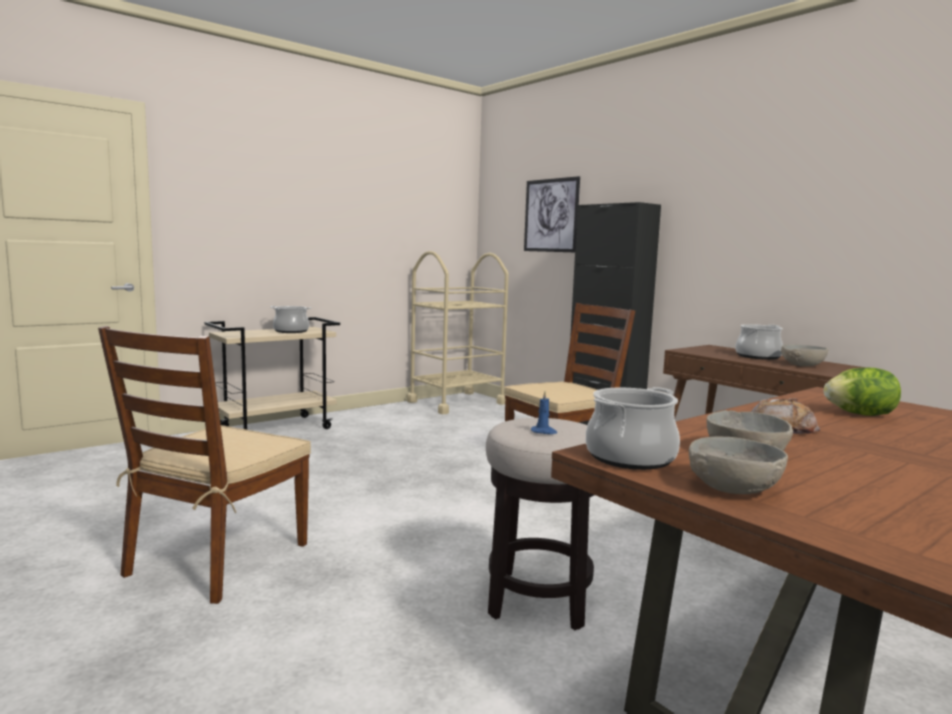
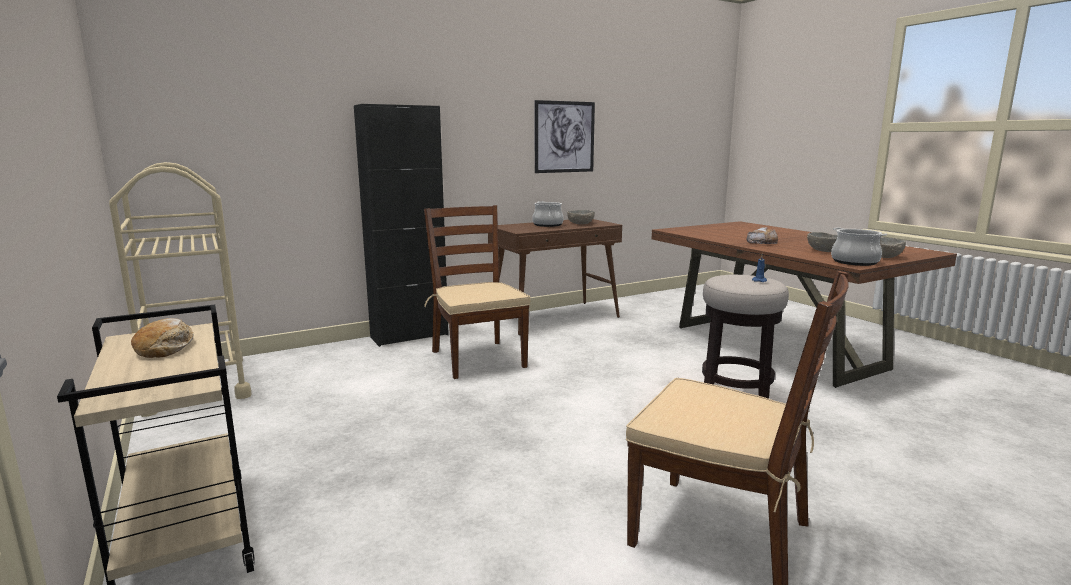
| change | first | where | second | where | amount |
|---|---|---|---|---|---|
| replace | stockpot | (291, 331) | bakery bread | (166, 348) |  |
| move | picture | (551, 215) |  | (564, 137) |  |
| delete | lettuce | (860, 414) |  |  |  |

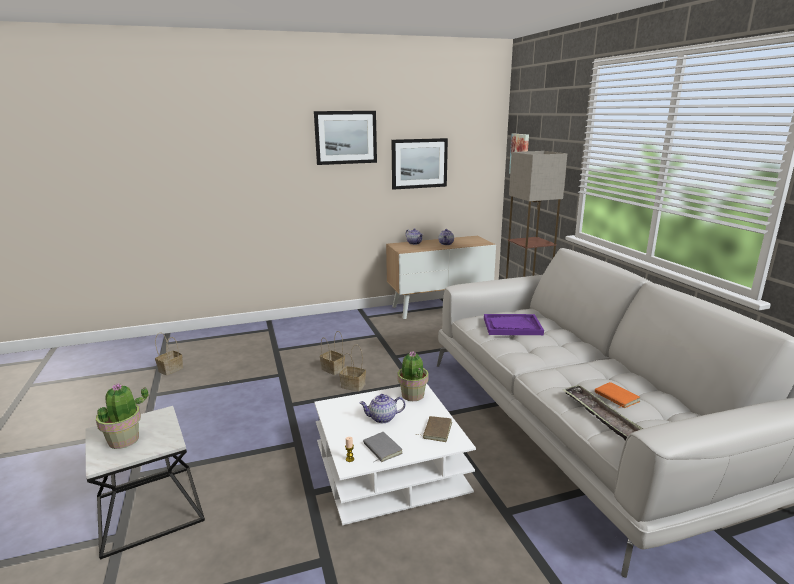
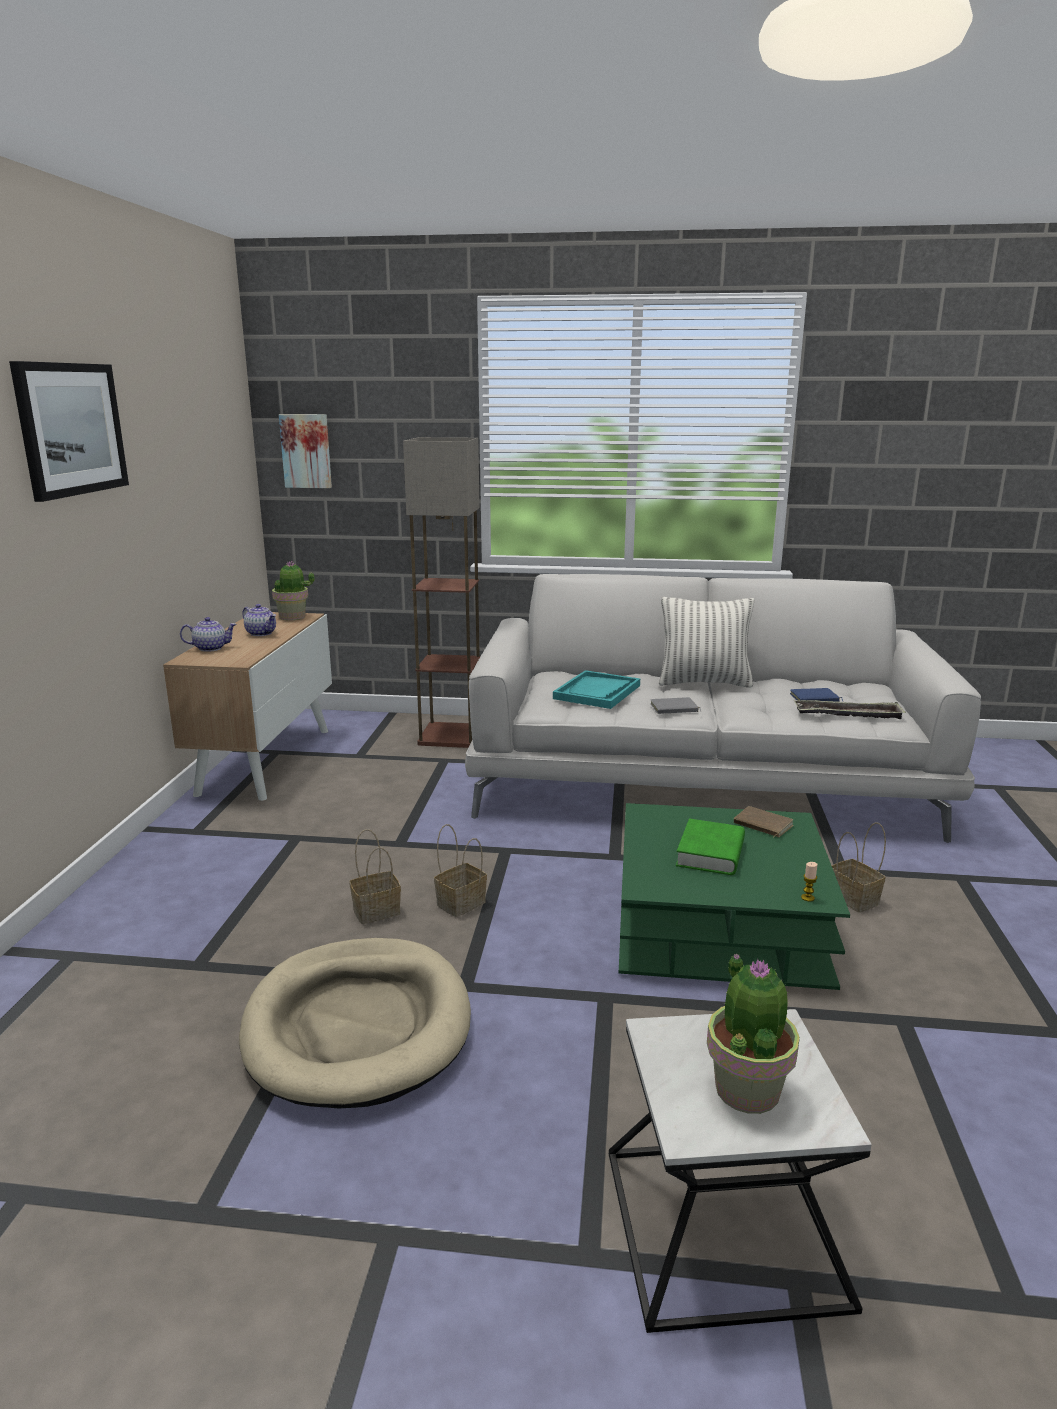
| change | first | where | second | where | amount |
|---|---|---|---|---|---|
| move | basket | (170, 370) |  | (855, 899) |  |
| recolor | lounge table/white-coloured | (389, 466) | lounge table/green-coloured | (719, 923) |  |
| replace | pot for tea | (382, 418) | book/green-coloured | (710, 853) |  |
| move | book/greyish | (381, 449) |  | (674, 709) |  |
| delete | picture | (419, 163) |  |  |  |
| move | houseplant | (412, 395) |  | (292, 617) |  |
| recolor | tray/purple | (512, 326) | tray/blue-green | (597, 692) |  |
| recolor | book/orangey | (615, 397) | book/bluish | (814, 699) |  |
| insert |  |  | pet bed/beige | (358, 1026) |  |
| insert |  |  | throw pillow | (704, 682) |  |

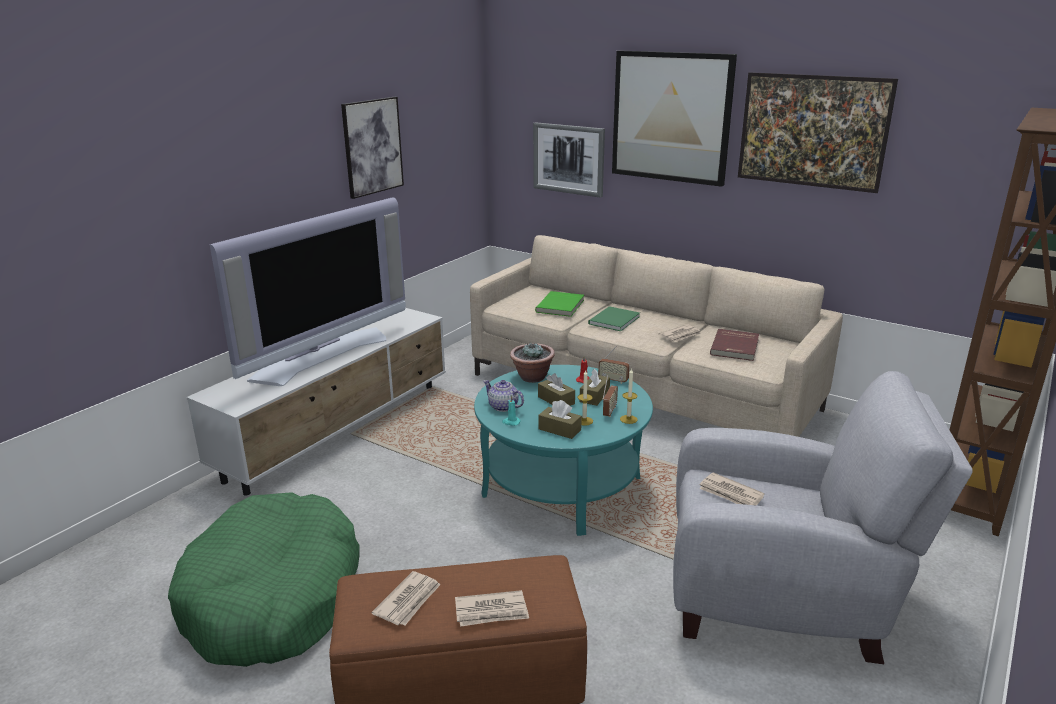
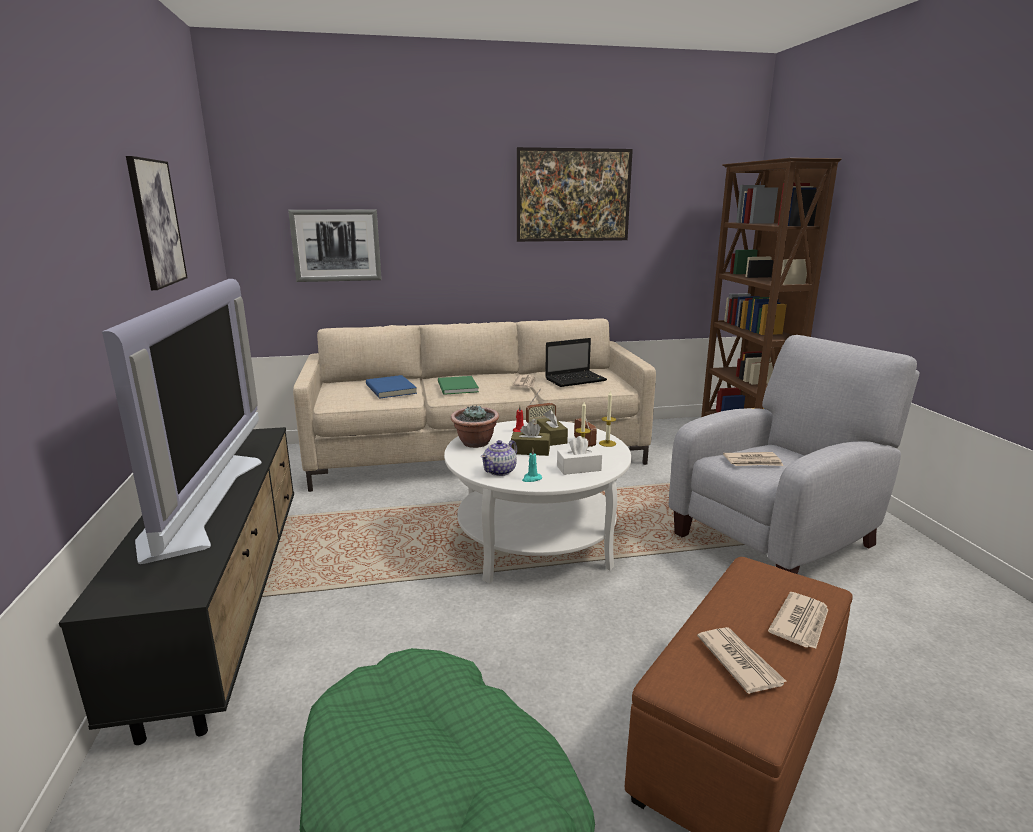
| change | first | where | second | where | amount |
|---|---|---|---|---|---|
| recolor | media console/white-coloured | (339, 430) | media console/black-coloured | (227, 600) |  |
| recolor | lounge table/blue-green | (562, 486) | lounge table/white-coloured | (536, 541) |  |
| rotate | pot for tea | (503, 407) |  | (500, 471) | 45 degrees counterclockwise |
| recolor | book/green-coloured | (561, 306) | book/bluish | (392, 389) |  |
| recolor | tissue box/brown-coloured | (559, 429) | tissue box/white-coloured | (579, 468) |  |
| delete | picture | (671, 117) |  |  |  |
| replace | book/red | (736, 347) | portable computer | (576, 380) |  |

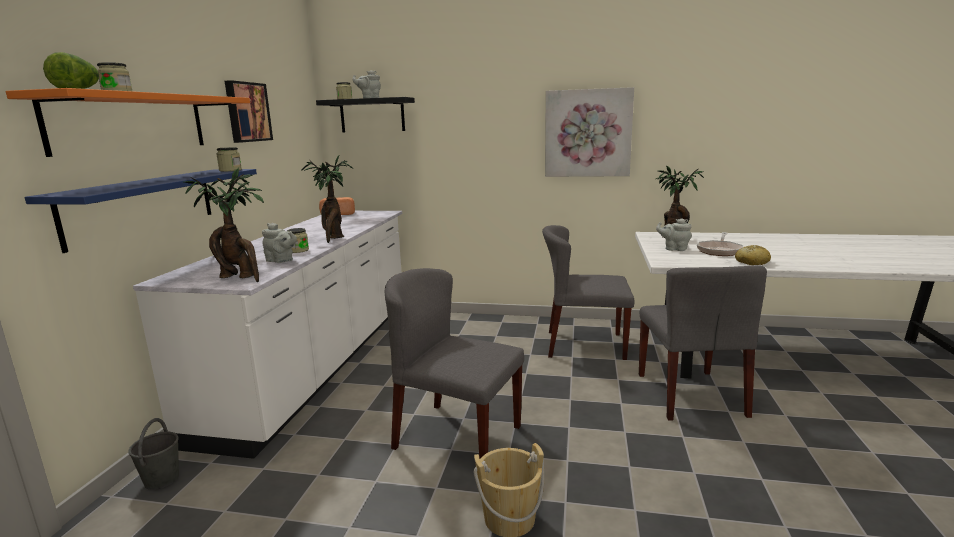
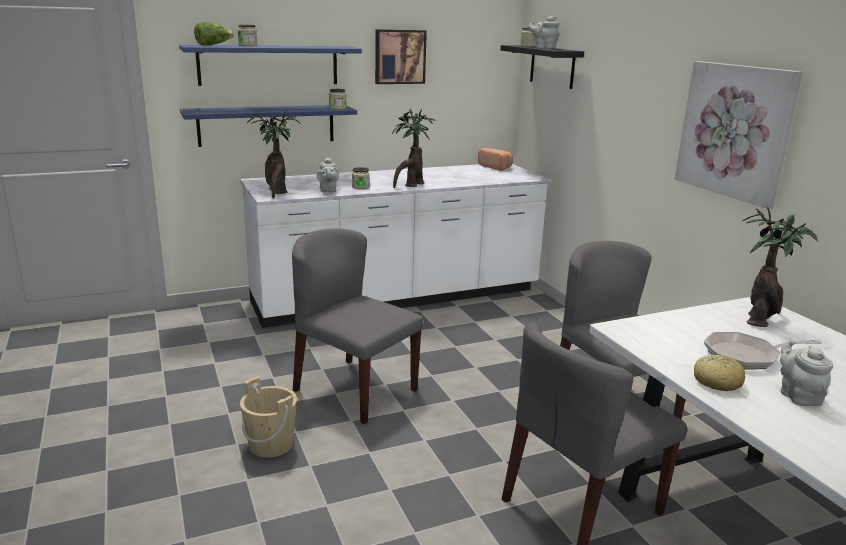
| change | first | where | second | where | amount |
|---|---|---|---|---|---|
| recolor | bracket shelf/orangey | (132, 123) | bracket shelf/bluish | (269, 65) |  |
| delete | water bucket/greyish | (162, 479) |  |  |  |
| rotate | upright chair/greyish | (456, 437) |  | (354, 390) | 45 degrees counterclockwise |
| move | pot for tea/greyish | (674, 249) |  | (798, 396) |  |

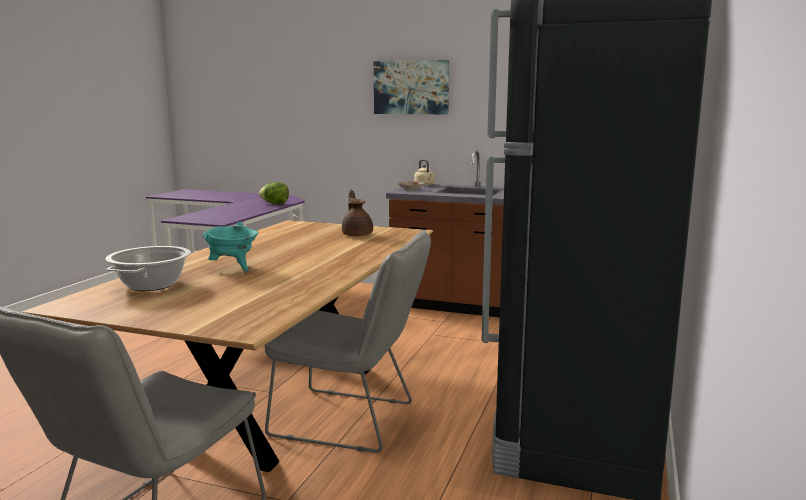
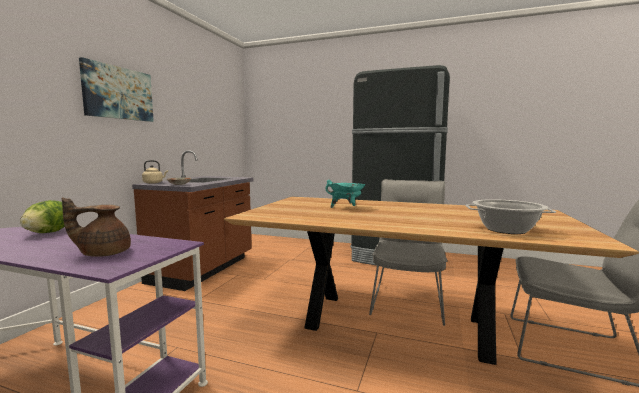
| change | first | where | second | where | amount |
|---|---|---|---|---|---|
| move | stockpot/blue-green | (233, 268) |  | (346, 208) |  |
| move | pot for tea/brown-coloured | (357, 234) |  | (103, 253) |  |

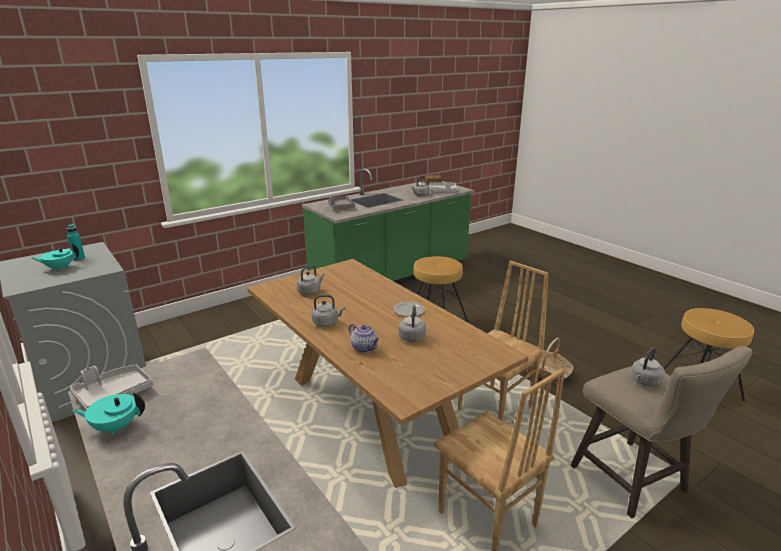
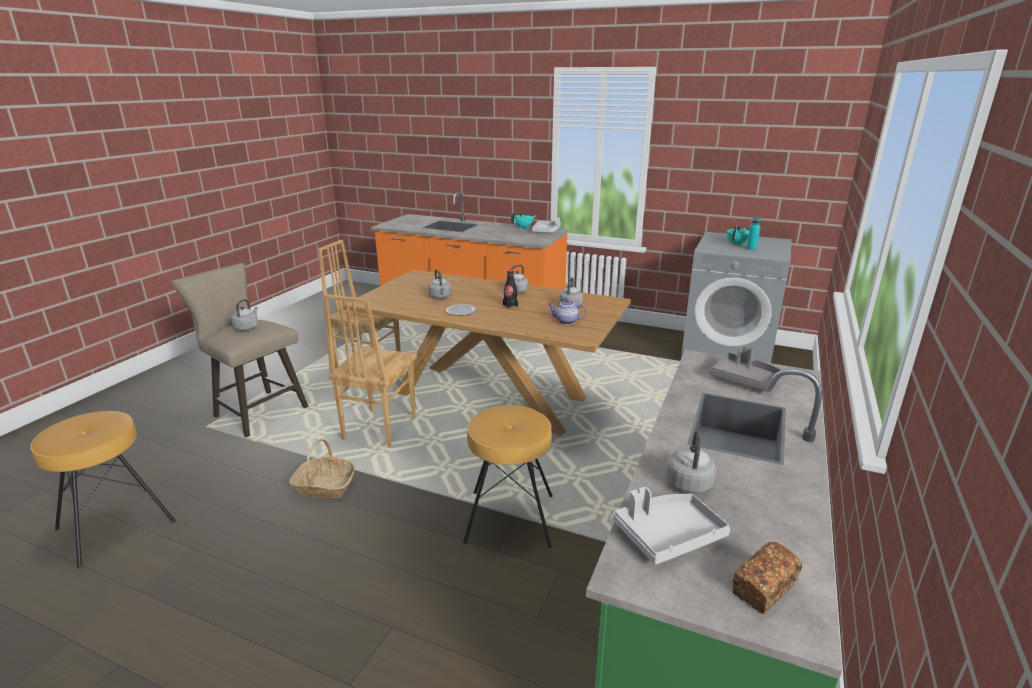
| change | first | where | second | where | amount |
|---|---|---|---|---|---|
| move | pot for tea | (364, 348) |  | (566, 321) |  |
| insert |  |  | bottle/black-coloured | (510, 305) |  |

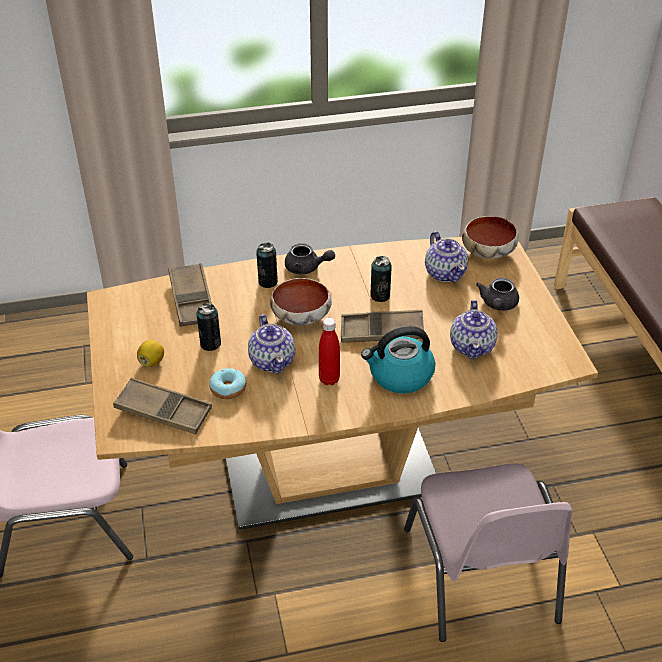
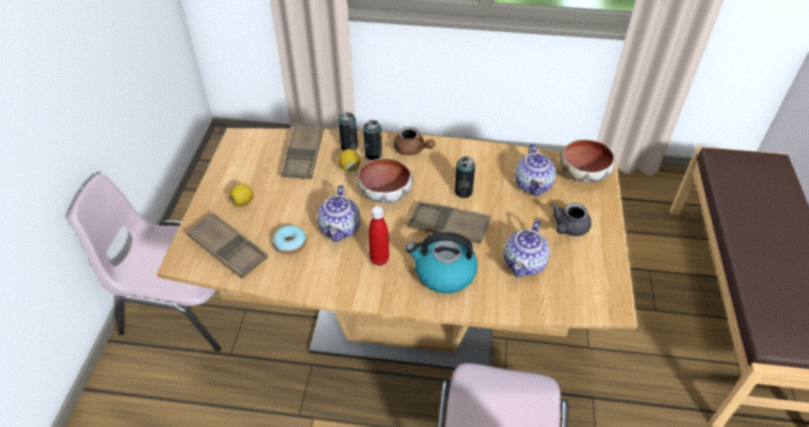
| change | first | where | second | where | amount |
|---|---|---|---|---|---|
| move | metal can | (210, 344) |  | (349, 146) |  |
| recolor | pot for tea/greyish | (306, 268) | pot for tea/brown-coloured | (412, 150) |  |
| insert |  |  | lemon | (349, 167) |  |

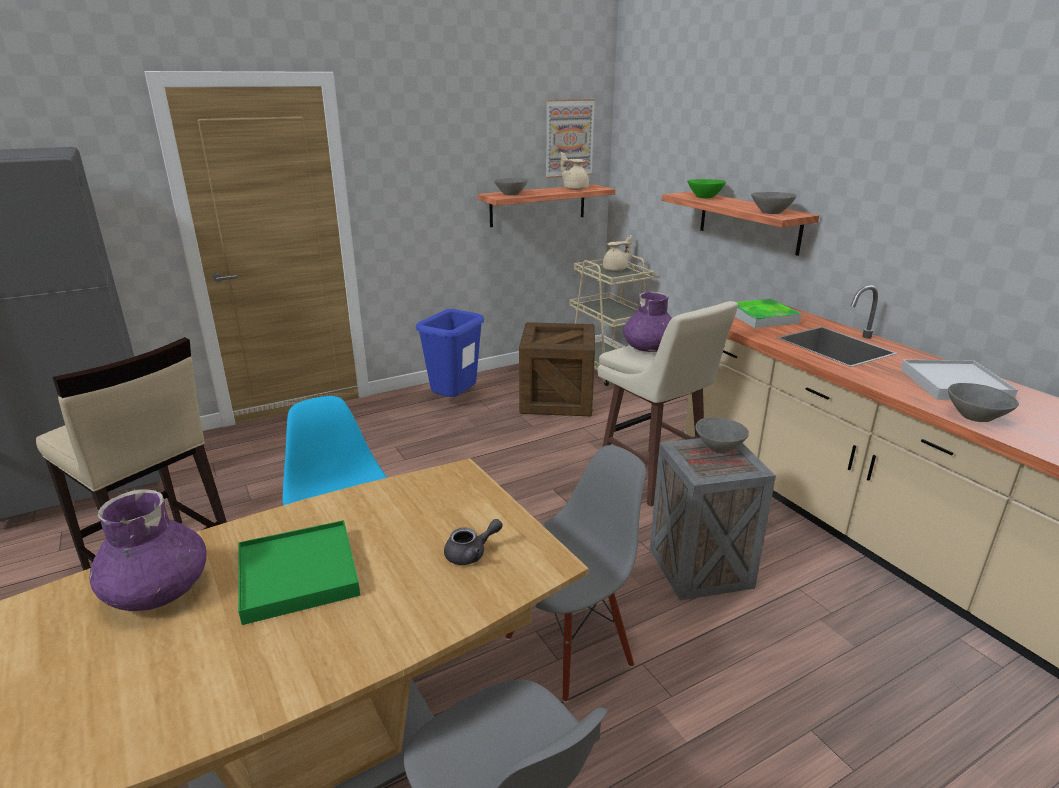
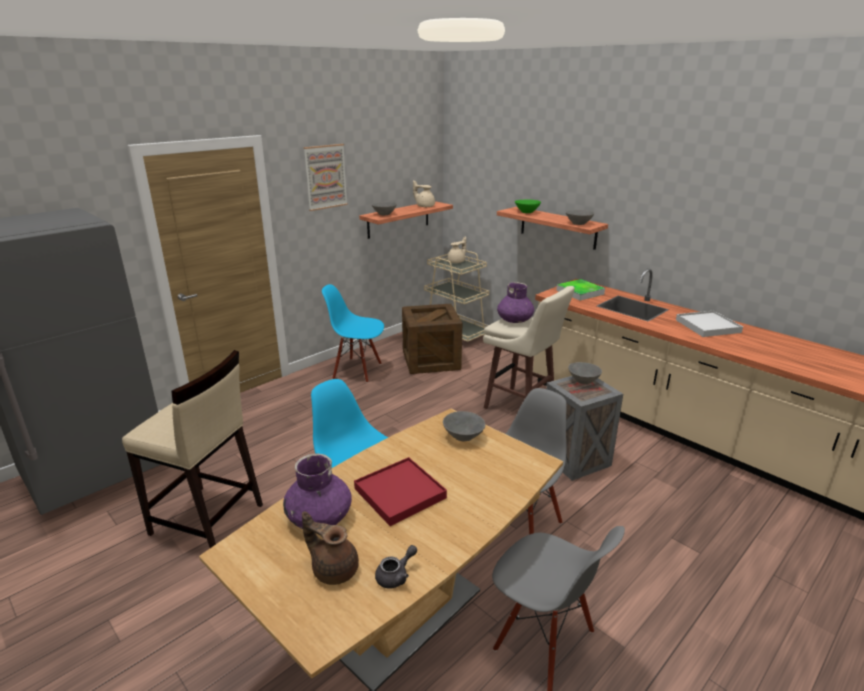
| change | first | where | second | where | amount |
|---|---|---|---|---|---|
| recolor | tray/green-coloured | (299, 574) | tray/red | (400, 493) |  |
| replace | trash can/bluish | (454, 401) | upright chair/bluish | (357, 371) |  |
| move | pot for tea/greyish | (471, 554) |  | (396, 576) |  |
| move | picture | (569, 138) |  | (325, 177) |  |
| move | serving bowl/greyish | (976, 417) |  | (463, 437) |  |
| insert |  |  | pot for tea/brown-coloured | (334, 569) |  |

